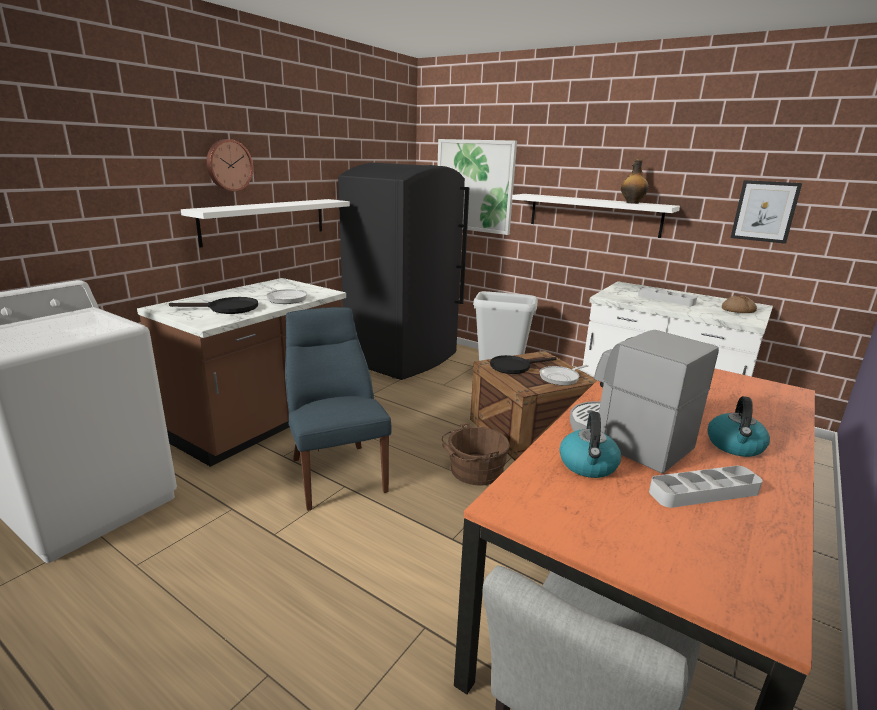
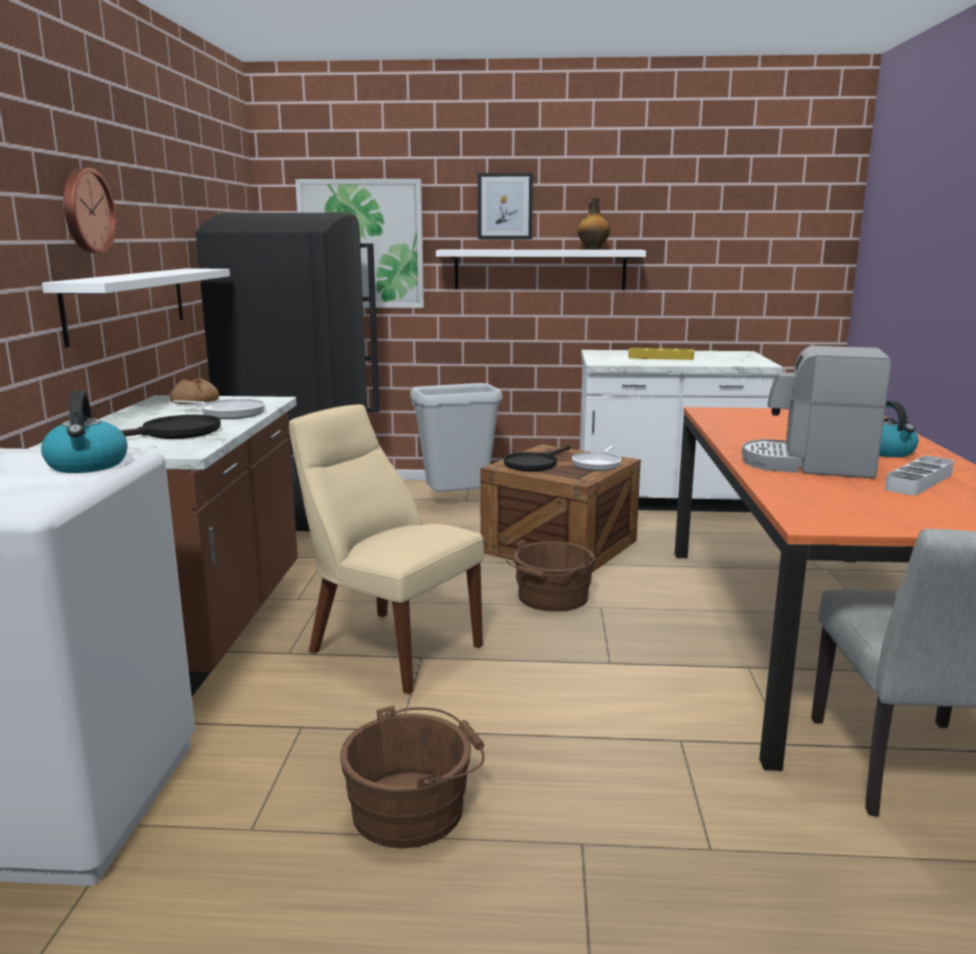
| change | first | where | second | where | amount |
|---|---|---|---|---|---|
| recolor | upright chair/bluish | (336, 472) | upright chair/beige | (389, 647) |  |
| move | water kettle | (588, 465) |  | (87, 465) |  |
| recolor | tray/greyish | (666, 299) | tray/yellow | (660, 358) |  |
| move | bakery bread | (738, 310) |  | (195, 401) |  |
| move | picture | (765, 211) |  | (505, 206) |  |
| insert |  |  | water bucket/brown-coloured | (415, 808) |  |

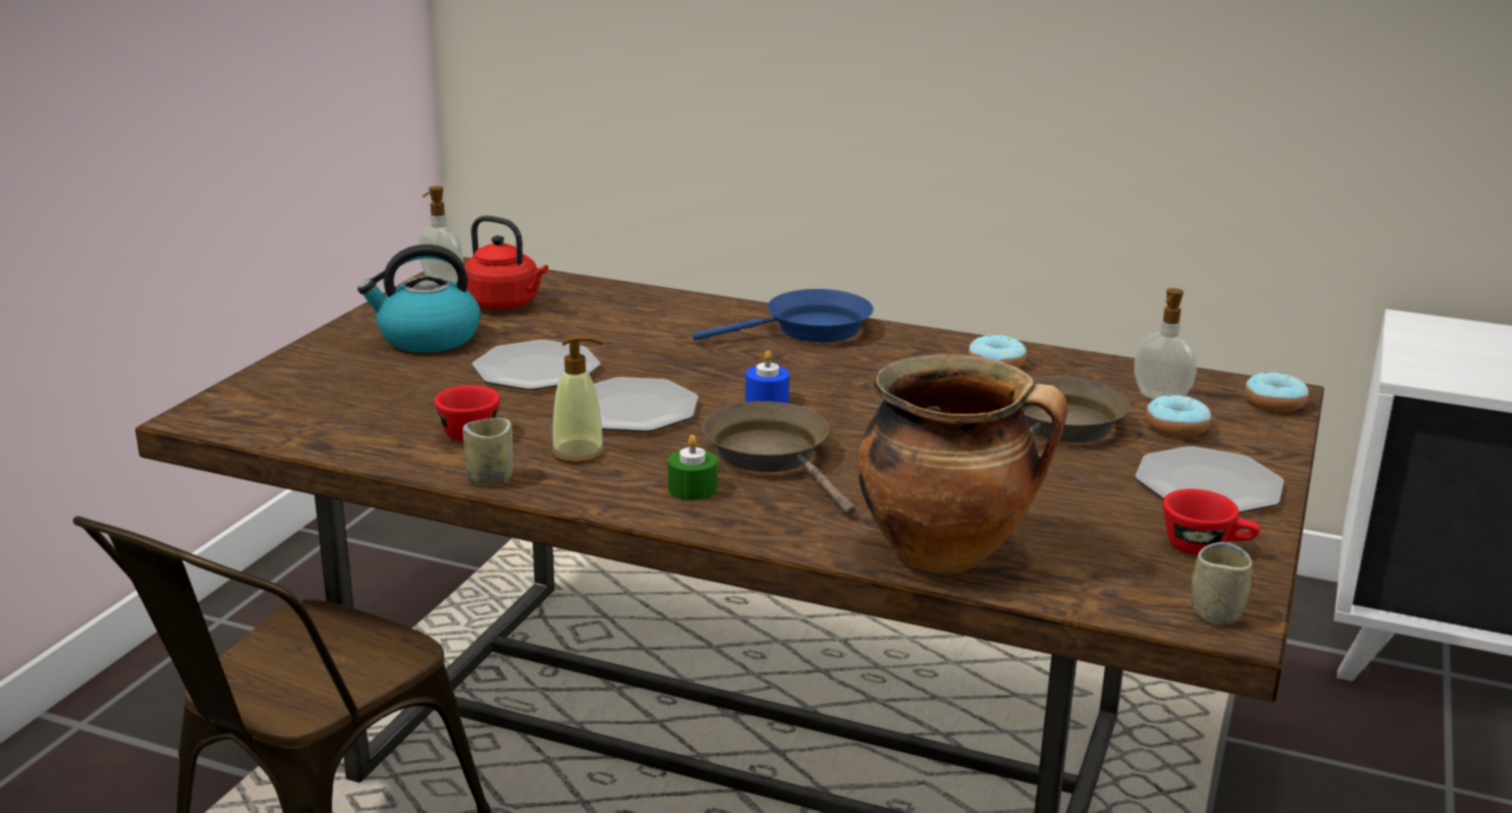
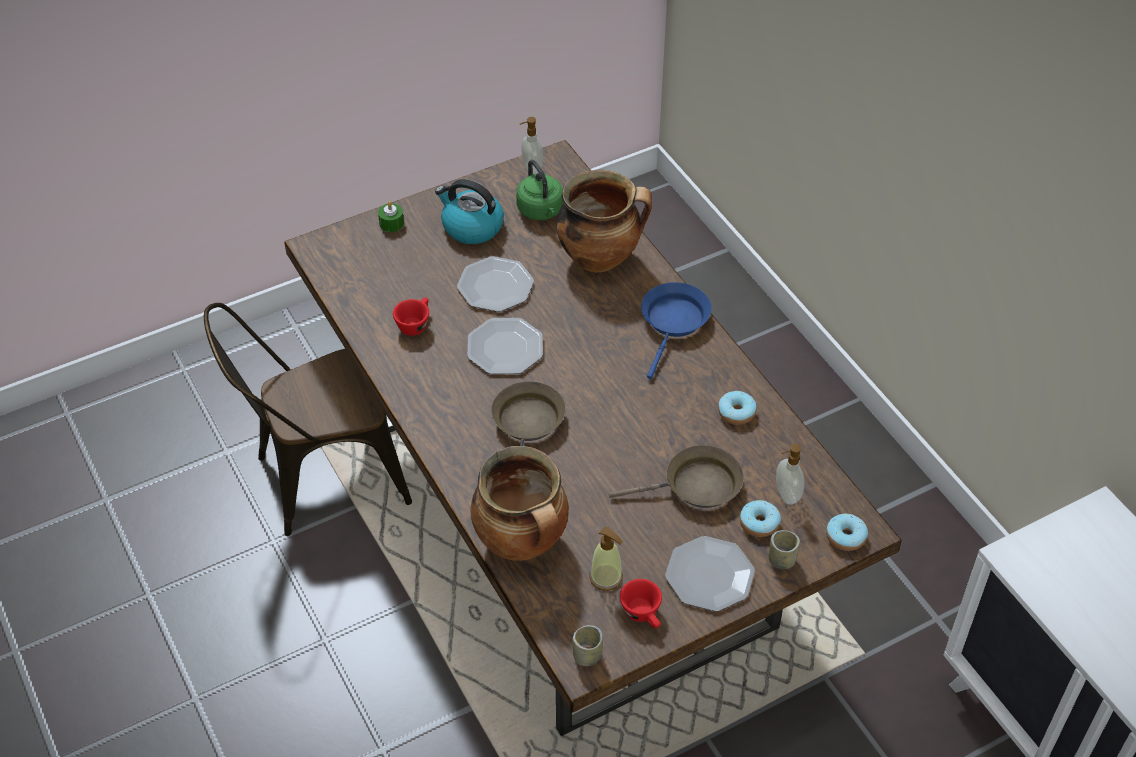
| change | first | where | second | where | amount |
|---|---|---|---|---|---|
| move | small cup | (490, 477) |  | (781, 560) |  |
| recolor | water kettle/red | (505, 304) | water kettle/green-coloured | (541, 211) |  |
| move | soap dispenser | (578, 453) |  | (606, 577) |  |
| move | wax light/green-coloured | (692, 488) |  | (391, 223) |  |
| rotate | frying pan/bluish | (809, 330) |  | (674, 323) | 90 degrees counterclockwise |
| delete | wax light/bluish | (767, 399) |  |  |  |
| insert |  |  | stockpot | (600, 258) |  |

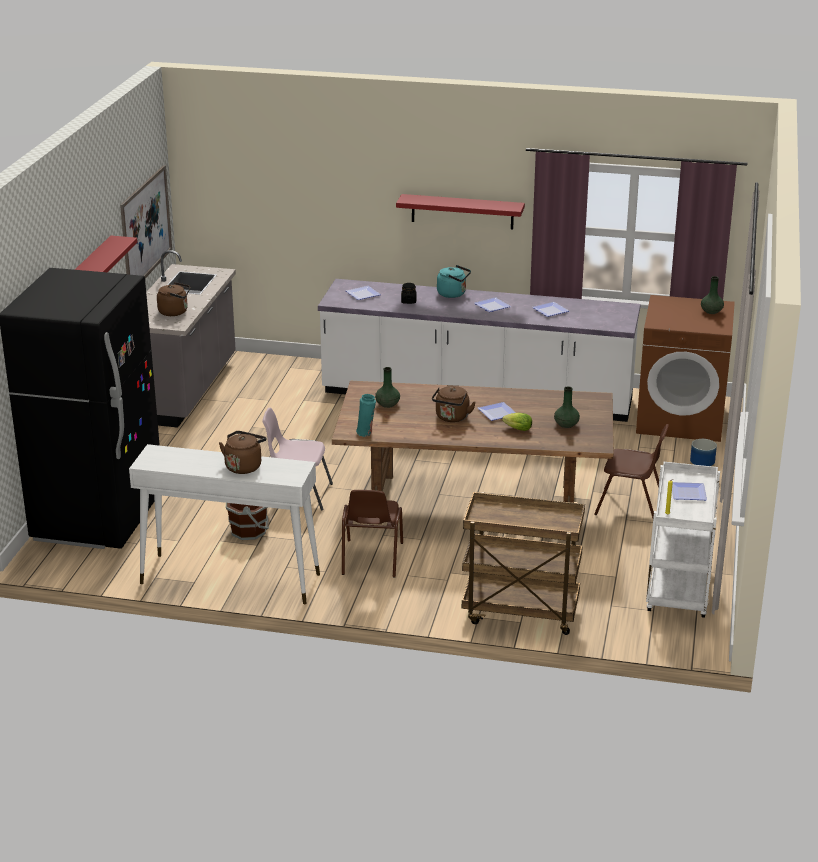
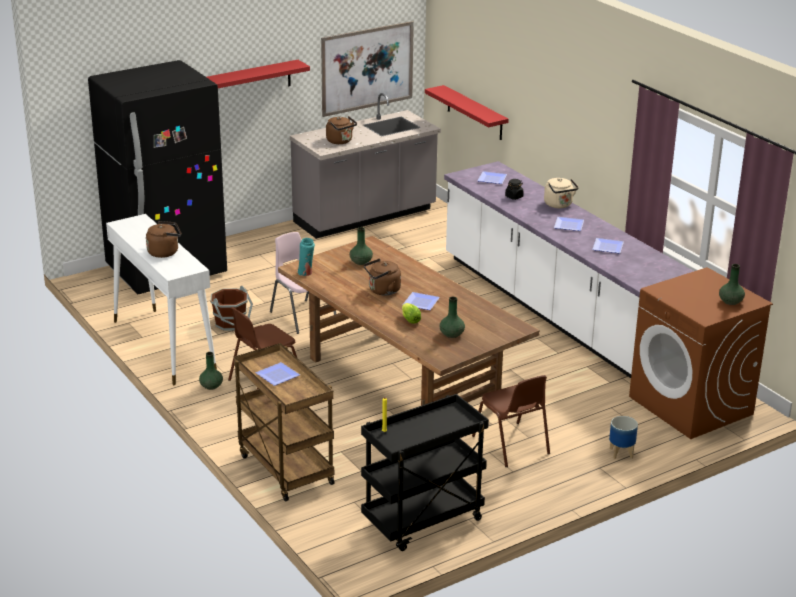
| change | first | where | second | where | amount |
|---|---|---|---|---|---|
| move | bracket shelf/red | (462, 211) |  | (474, 113) |  |
| recolor | water kettle/blue-green | (453, 294) | water kettle/beige | (559, 205) |  |
| recolor | cart/white-coloured | (679, 591) | cart/black-coloured | (422, 522) |  |
| move | dinner plate | (689, 494) |  | (277, 376) |  |
| insert |  |  | flower vase/green-coloured | (211, 386) |  |

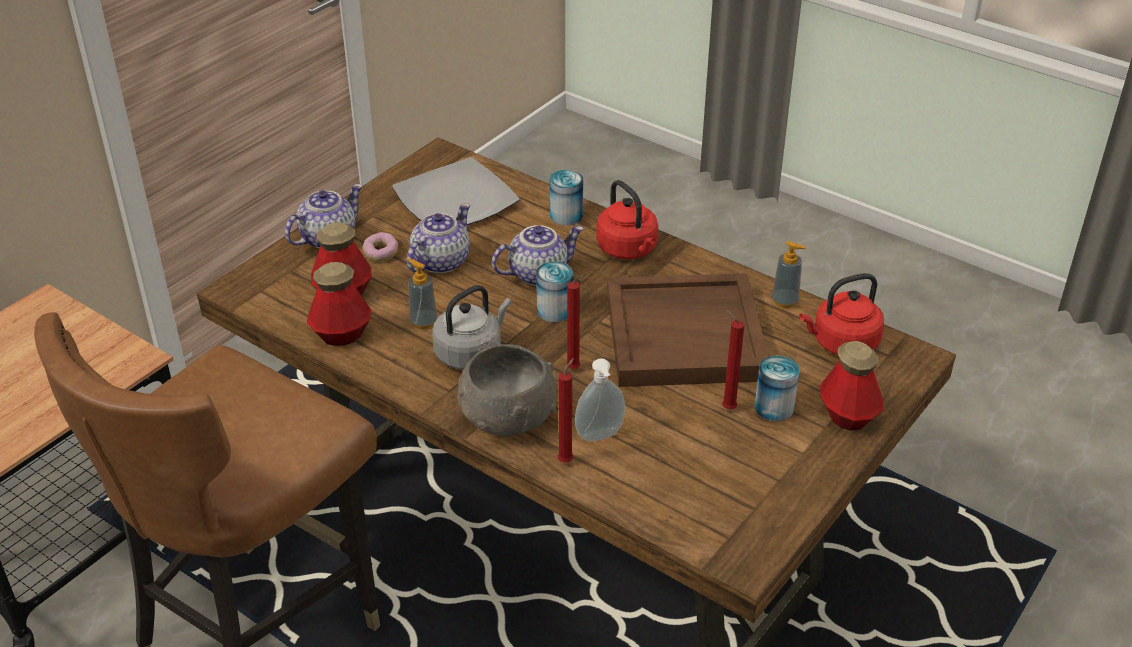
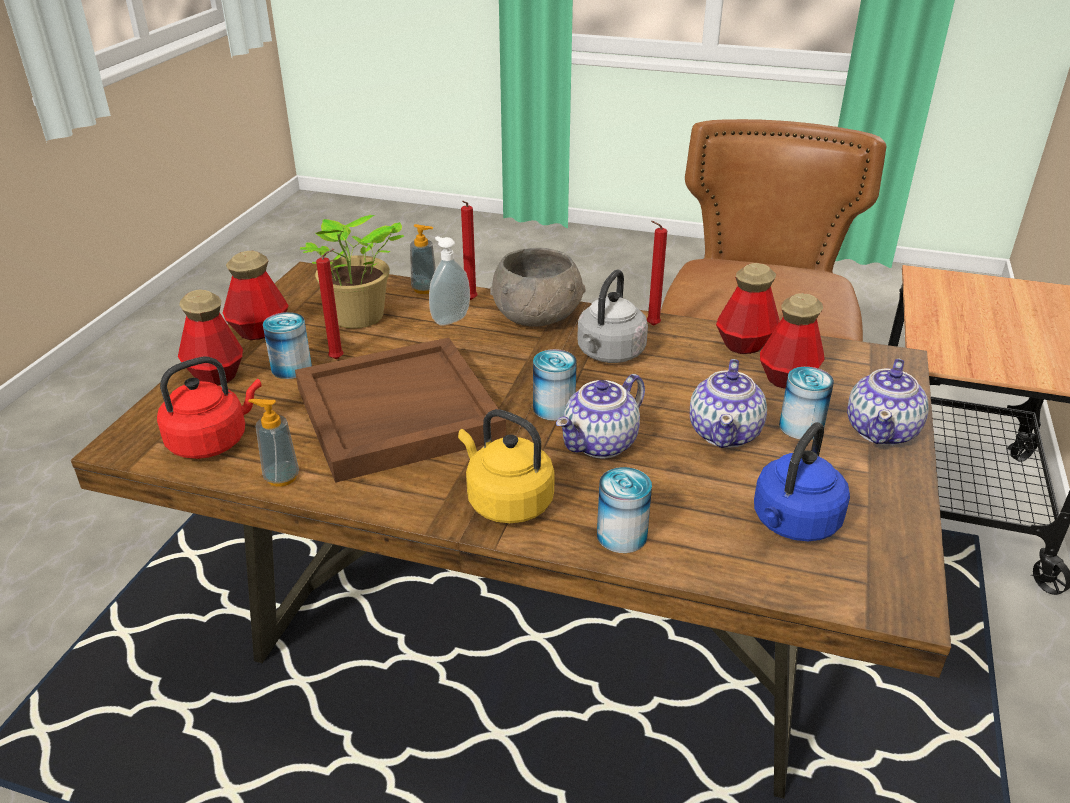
| change | first | where | second | where | amount |
|---|---|---|---|---|---|
| replace | donut | (381, 253) | metal can | (801, 427) |  |
| replace | dinner plate | (456, 199) | water kettle/bluish | (793, 524) |  |
| move | soap dispenser | (423, 322) |  | (424, 289) |  |
| move | wax light/red | (575, 369) |  | (651, 326) |  |
| recolor | water kettle/red | (628, 250) | water kettle/yellow | (506, 501) |  |
| insert |  |  | bottle | (259, 330) |  |
| insert |  |  | houseplant | (357, 319) |  |

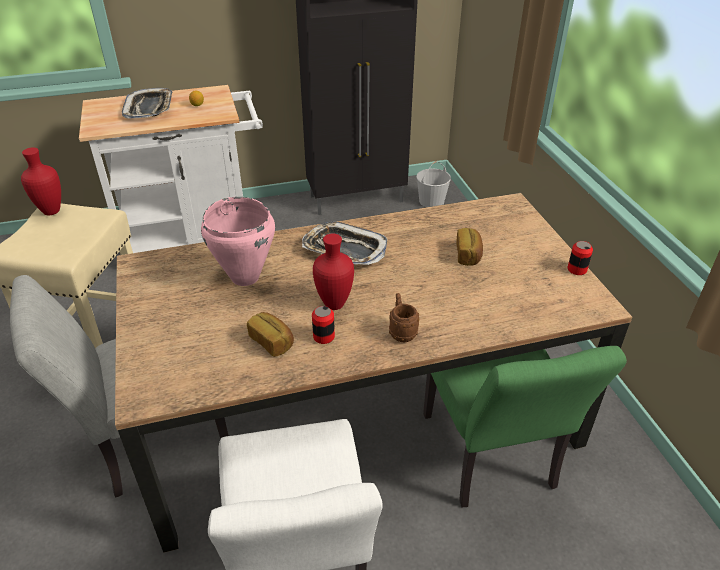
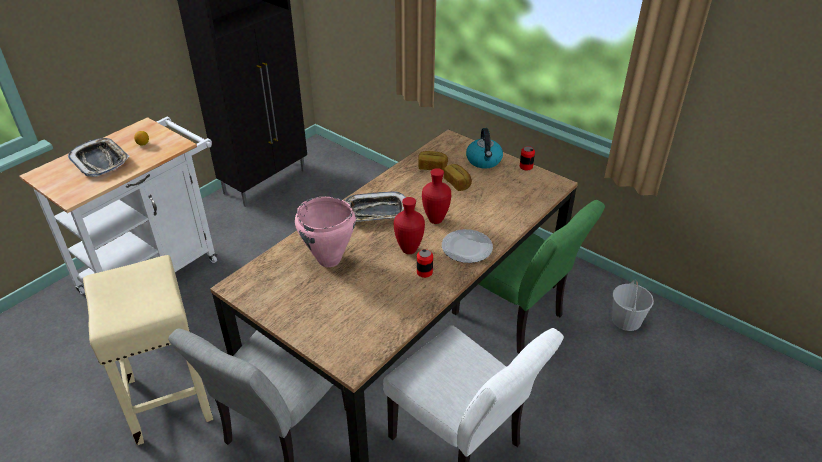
| change | first | where | second | where | amount |
|---|---|---|---|---|---|
| move | flower vase/red | (52, 211) |  | (435, 219) |  |
| move | bakery bread | (272, 341) |  | (432, 167) |  |
| replace | tea mug/brown-coloured | (401, 331) | dinner plate | (466, 247) |  |
| move | water bucket/white-coloured | (431, 201) |  | (626, 319) |  |
| insert |  |  | water kettle | (484, 161) |  |

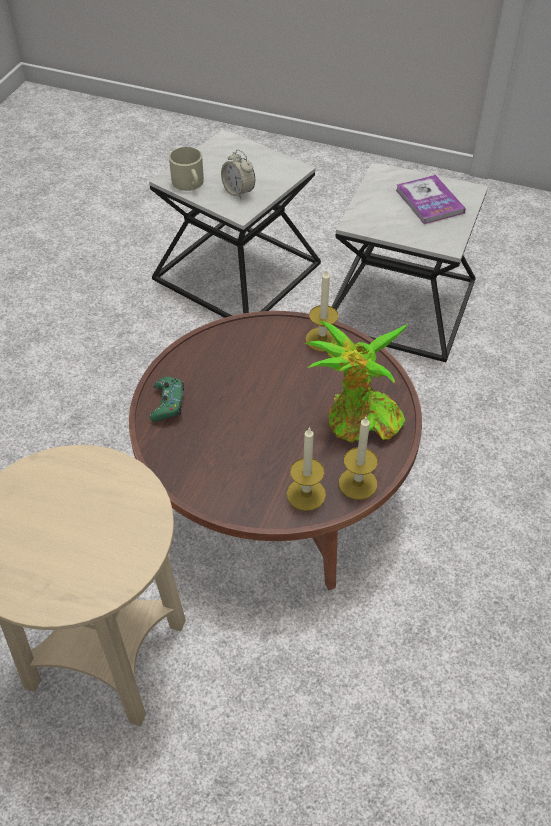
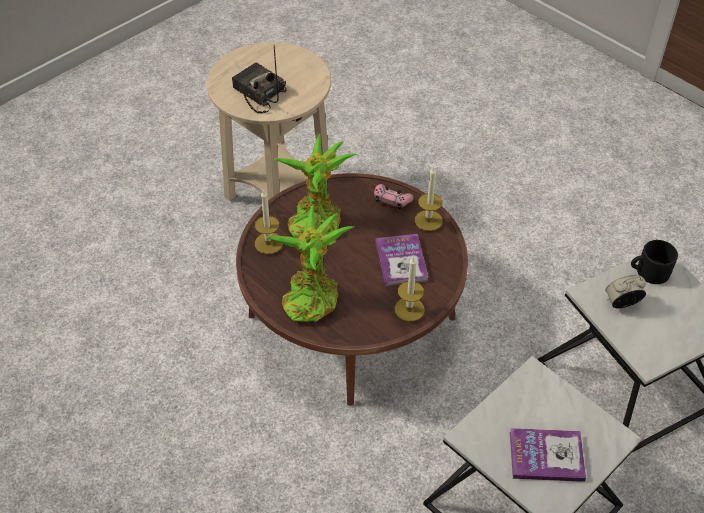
| change | first | where | second | where | amount |
|---|---|---|---|---|---|
| recolor | gamepad/green-coloured | (167, 403) | gamepad/pinkish | (392, 199) |  |
| recolor | tea mug/beige | (189, 183) | tea mug/black-coloured | (648, 271) |  |
| move | wax light | (357, 483) |  | (428, 220) |  |
| insert |  |  | radio | (258, 93) |  |
| insert |  |  | houseplant | (316, 220) |  |
| insert |  |  | book | (401, 261) |  |

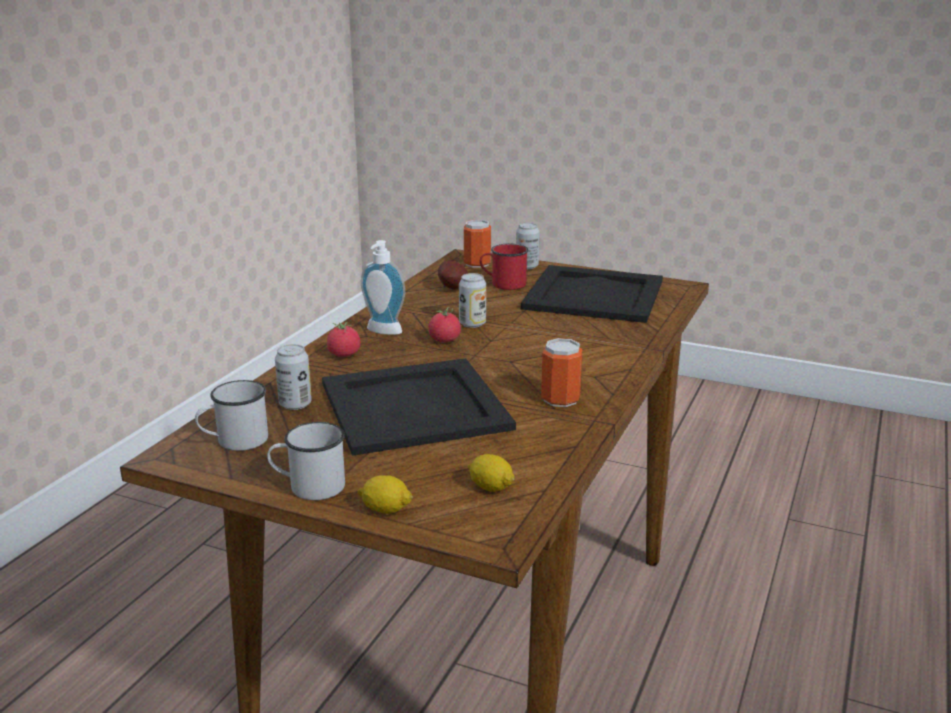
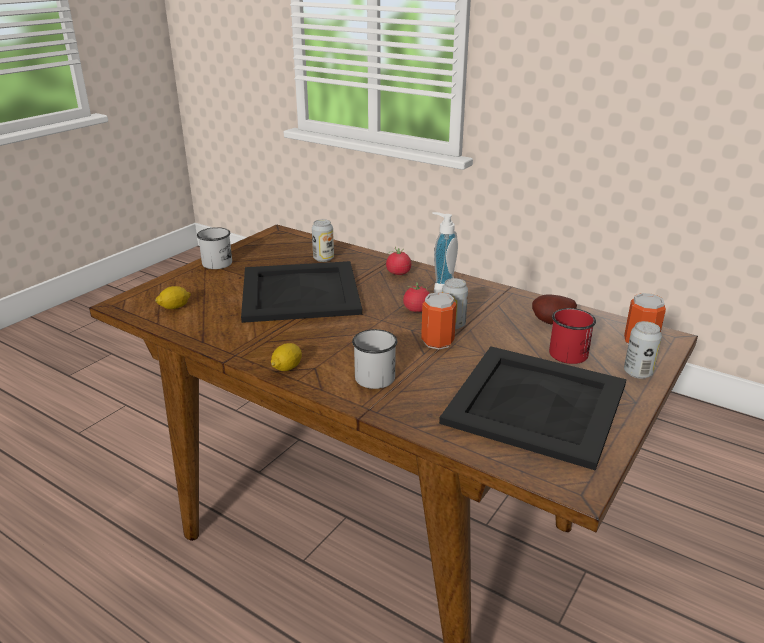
| change | first | where | second | where | amount |
|---|---|---|---|---|---|
| move | tea mug/white-coloured | (234, 441) |  | (373, 374) |  |
| move | lemon | (385, 509) |  | (287, 367) |  |
| move | metal can | (560, 399) |  | (437, 342) |  |

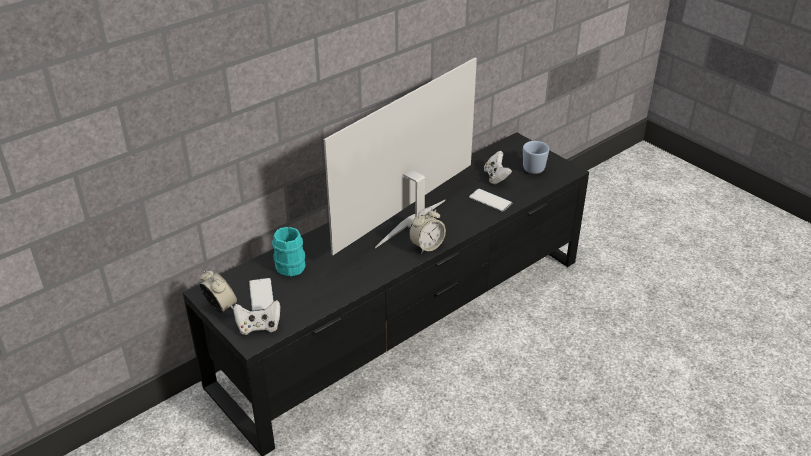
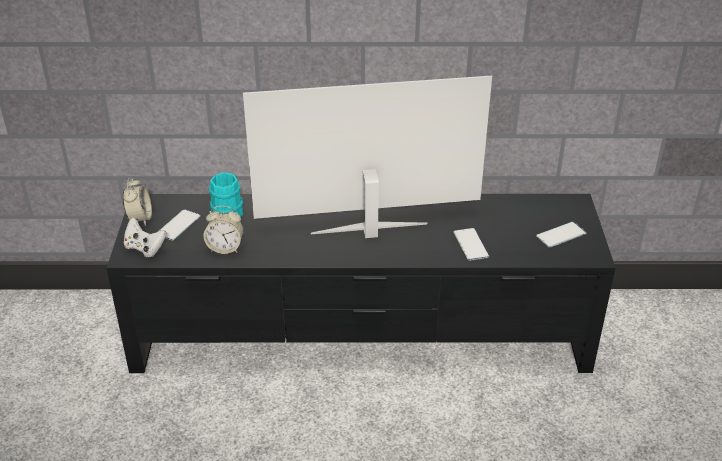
| change | first | where | second | where | amount |
|---|---|---|---|---|---|
| move | alarm clock | (427, 246) |  | (225, 248) |  |
| delete | gamepad/white-coloured | (496, 177) |  |  |  |
| replace | tea mug/bluish | (534, 167) | phone | (561, 235) |  |

